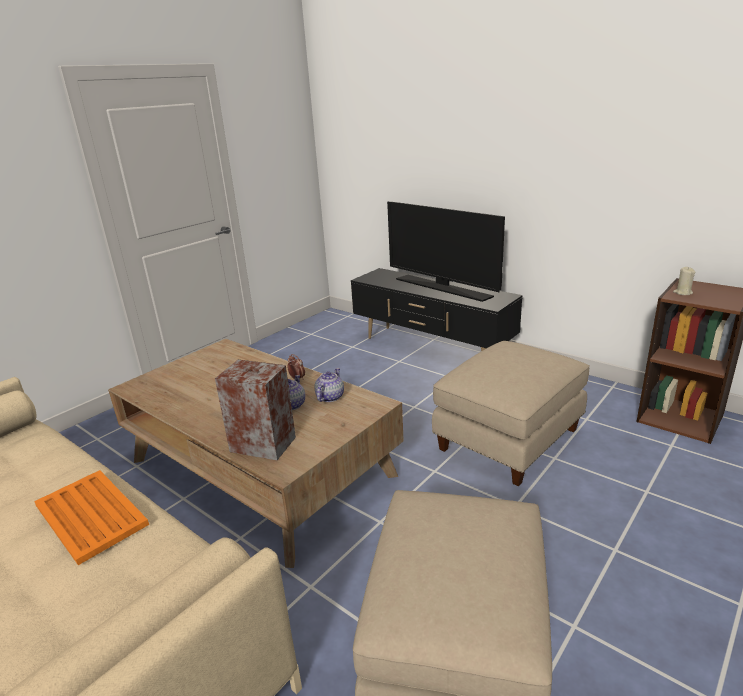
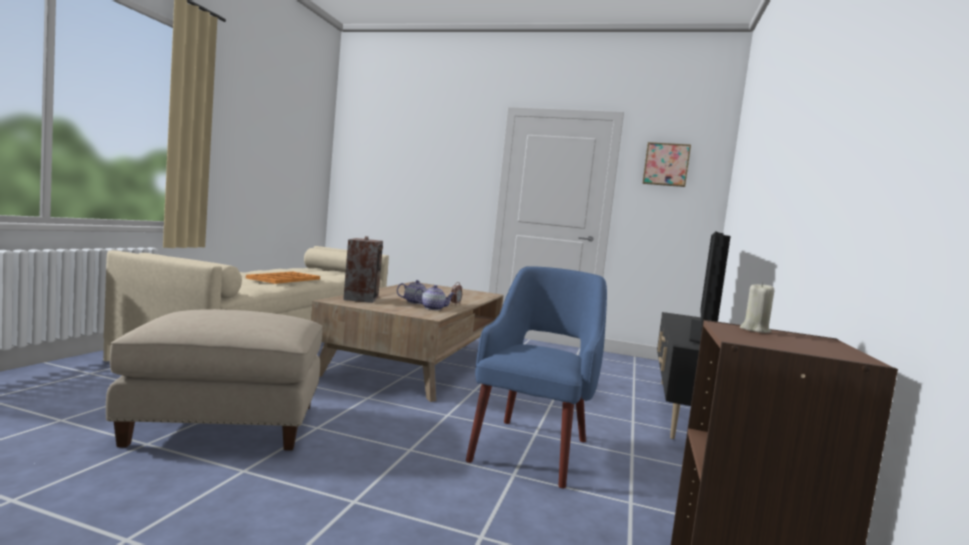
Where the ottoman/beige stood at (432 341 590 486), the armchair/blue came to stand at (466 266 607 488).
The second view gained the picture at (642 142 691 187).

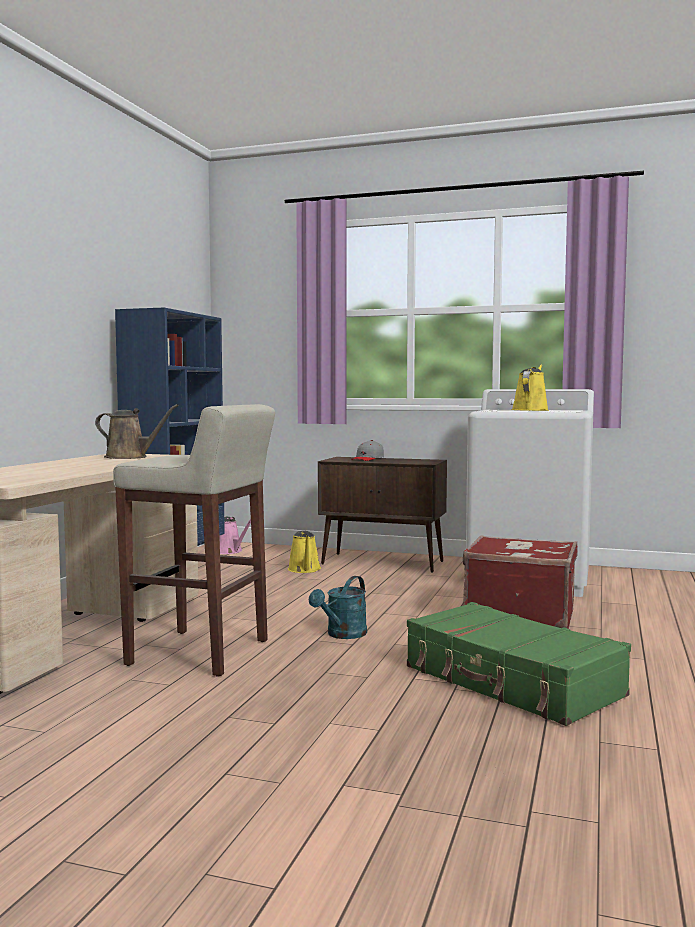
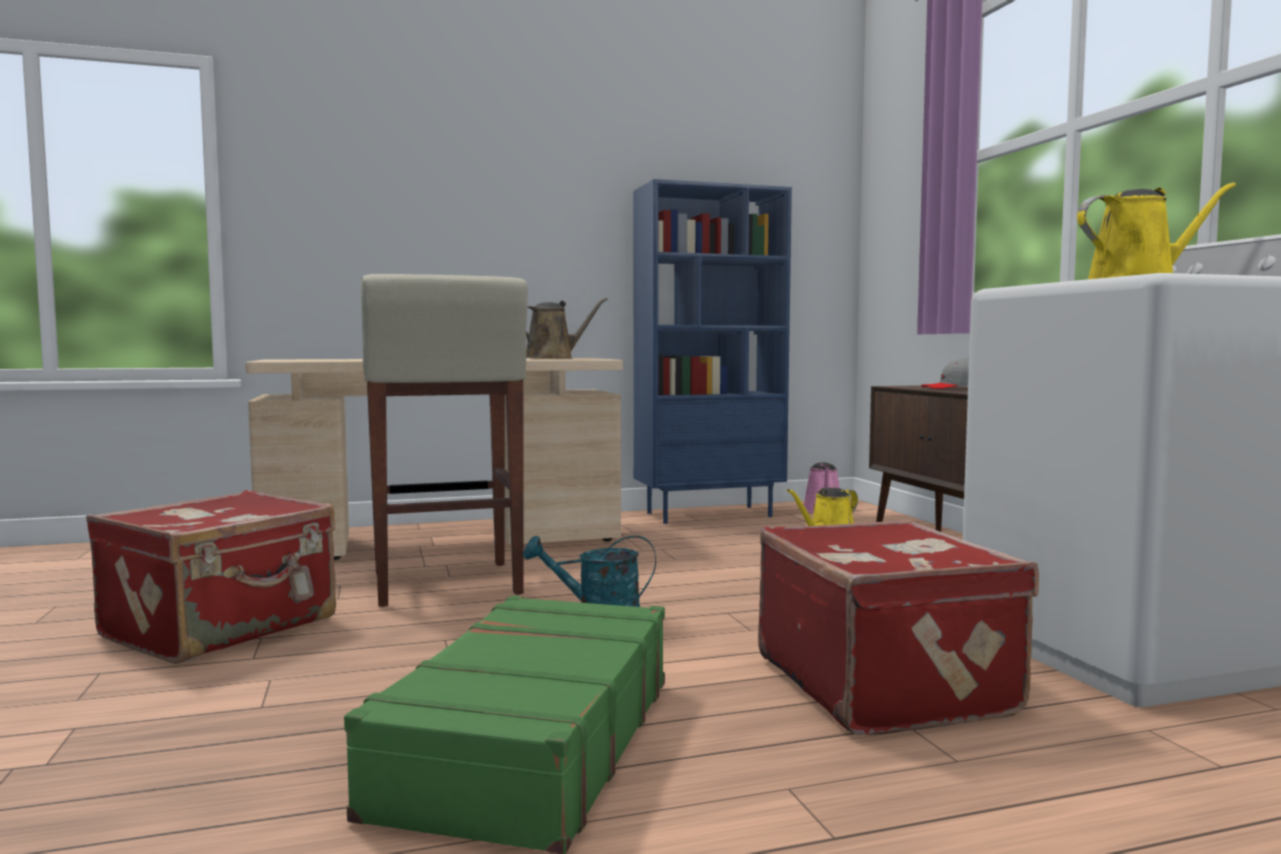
The watering can/brown at (95 404 179 459) ended up facing another way, 105 degrees counterclockwise from before.
The second view gained the suitcase/red at (86 490 336 664).

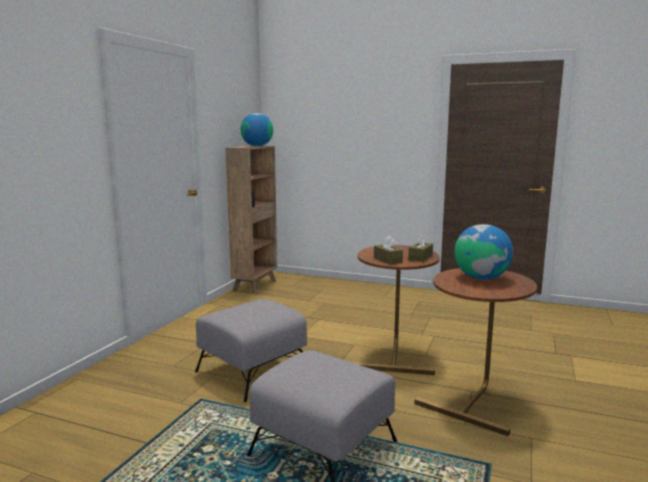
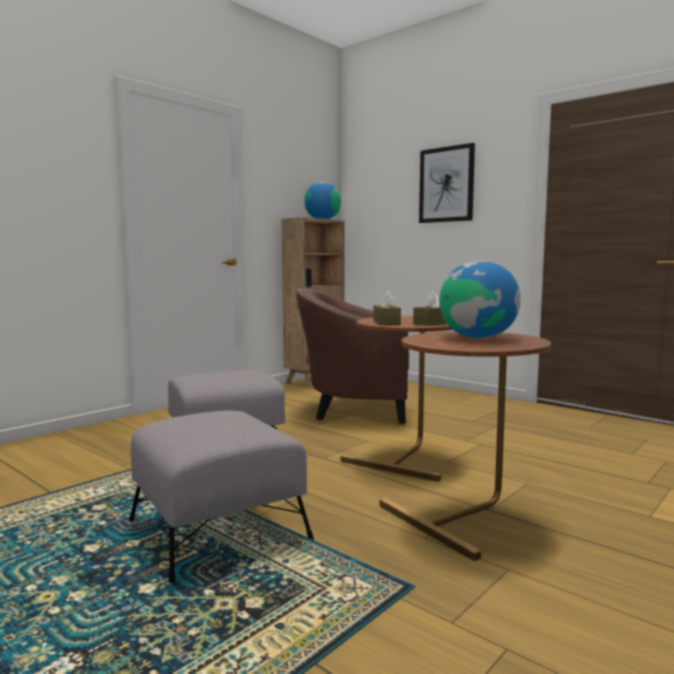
The second view gained the armchair/brown at (296 288 409 424).
The second view gained the picture at (419 143 475 223).

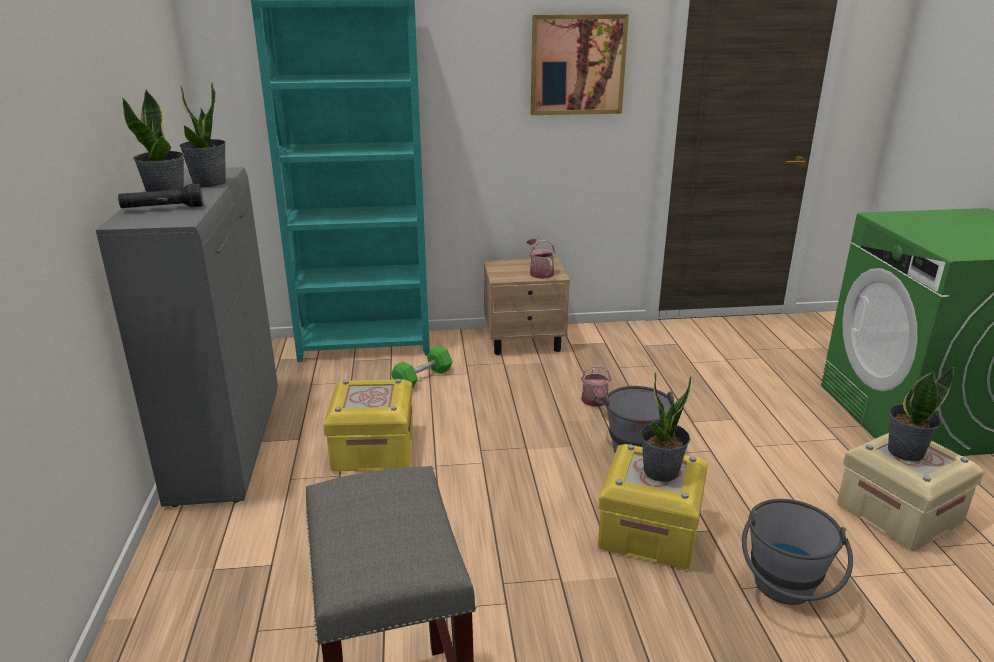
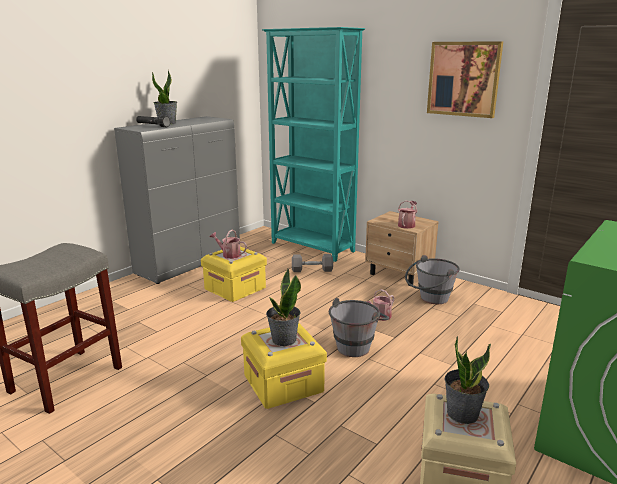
The second view lost the potted plant at (180 82 226 187).
What was the dumbbell/green at (391 346 453 388) turned into the dumbbell/grey at (292 254 333 272).
The bucket/grey ended up elsewhere, having gone from (742 499 853 605) to (405 255 460 304).
The second view gained the watering can at (210 230 247 259).

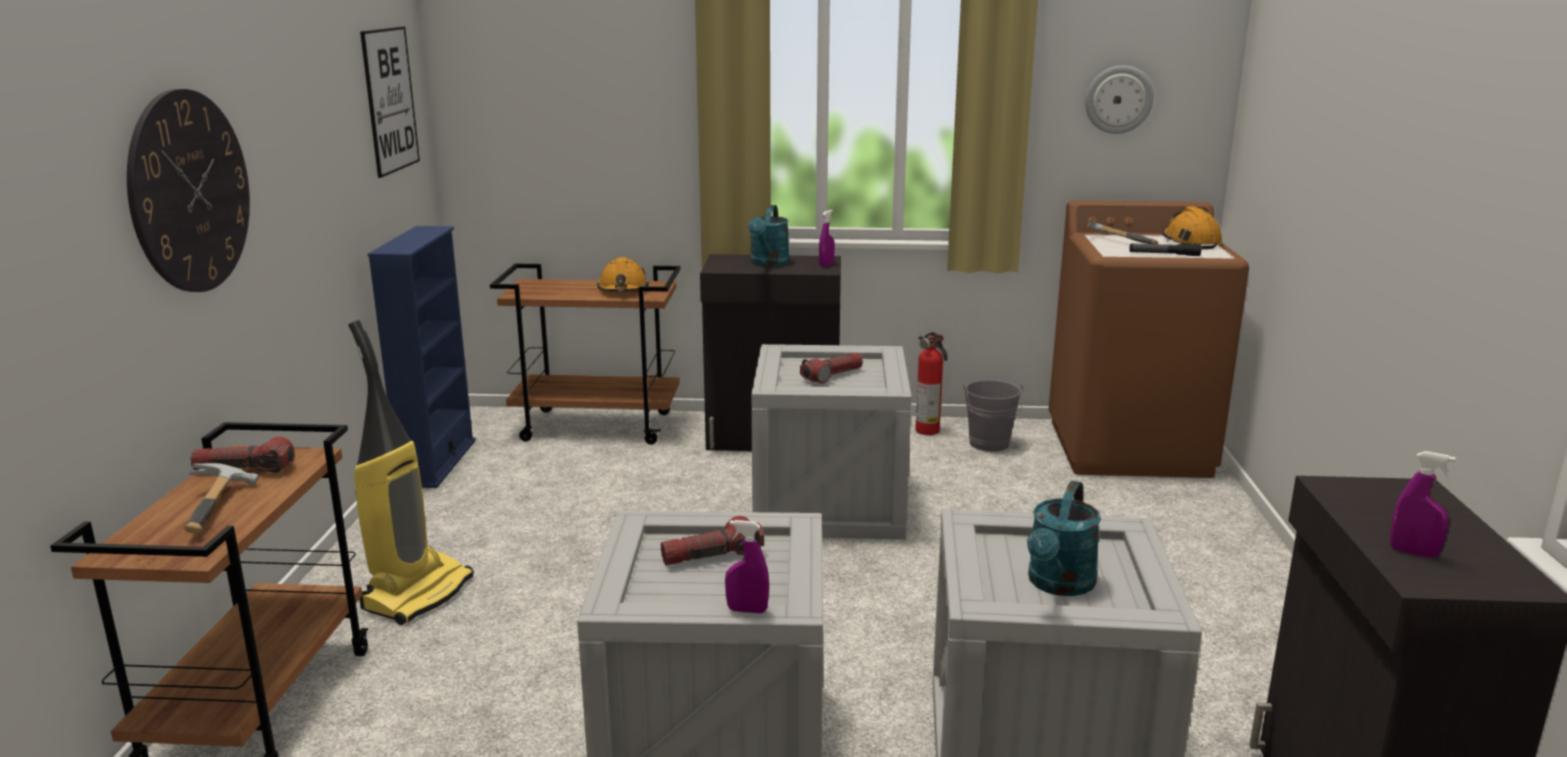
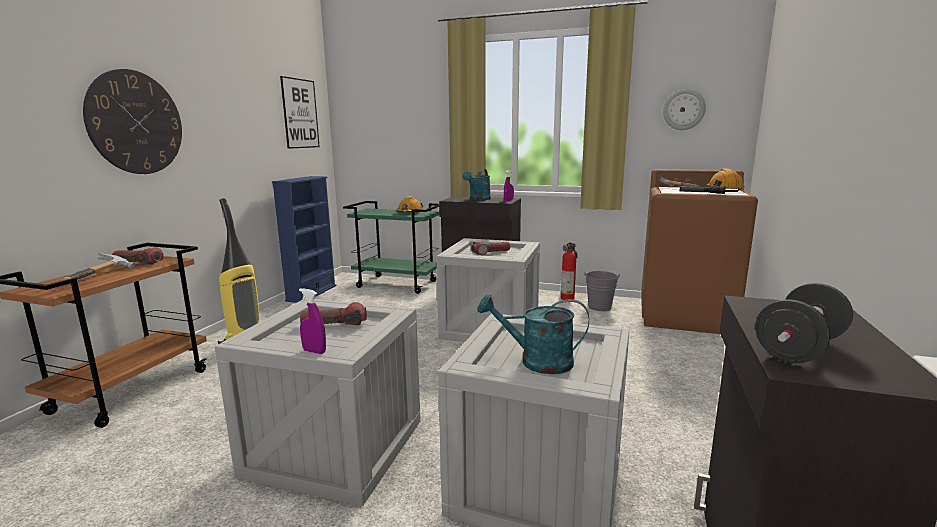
What was the cart/brown at (490 264 681 445) turned into the cart/green at (343 201 439 294).
The watering can/turquoise at (1027 481 1101 596) ended up facing another way, 60 degrees clockwise from before.
Where the spray bottle/purple stood at (1390 451 1456 558), the dumbbell/black came to stand at (755 283 853 363).

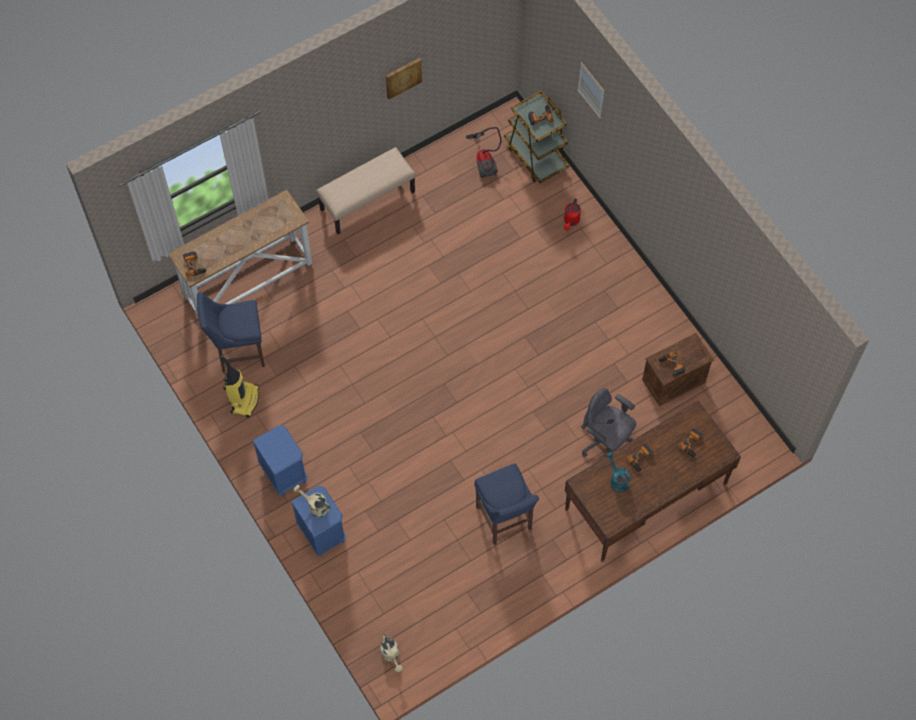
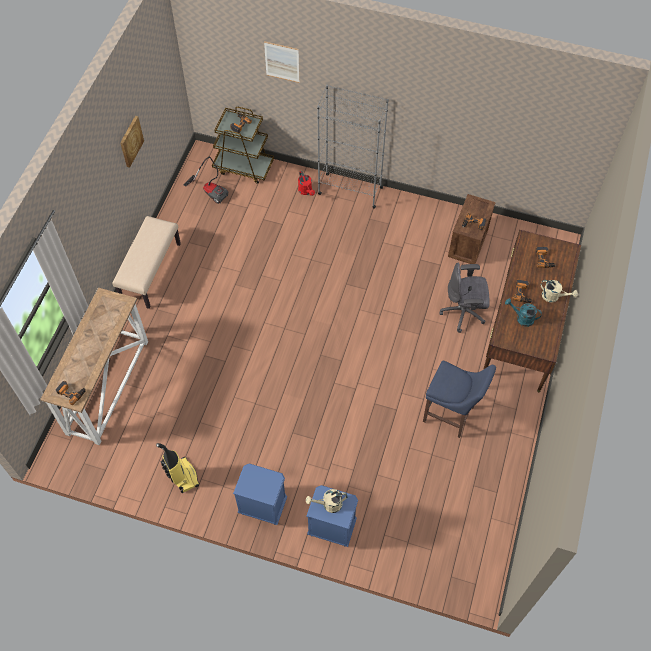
The second view lost the stool/blue at (197 292 265 373).
The watering can/beige ended up elsewhere, having gone from (381 634 403 672) to (541 280 578 303).
The second view gained the bookcase/grey at (317 85 389 209).

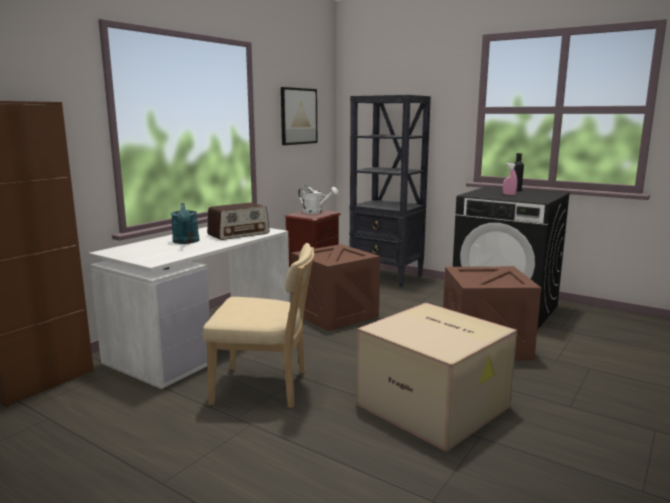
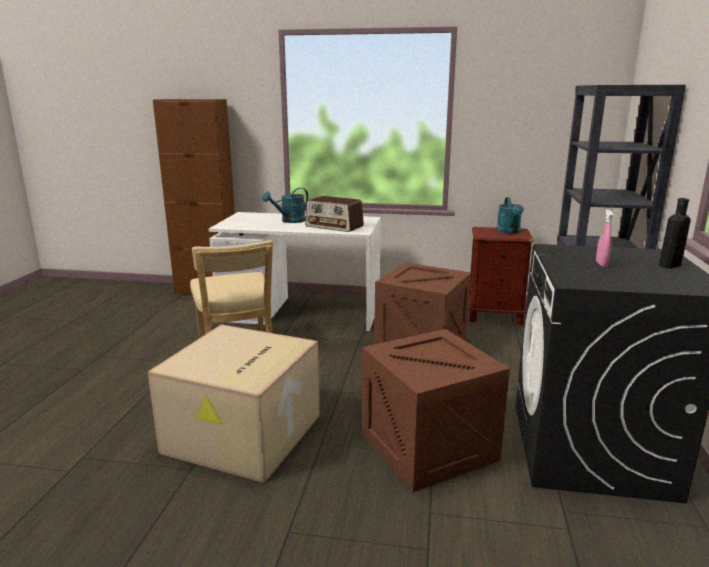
The second view lost the picture at (281 87 317 145).
What was the watering can/white at (298 185 338 214) turned into the watering can/turquoise at (497 197 524 234).

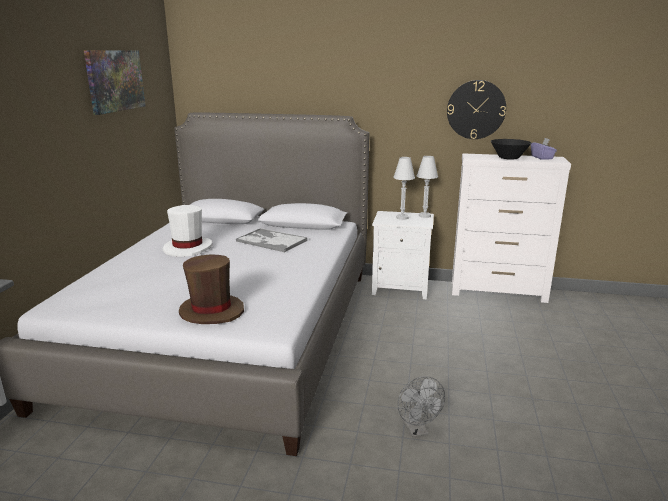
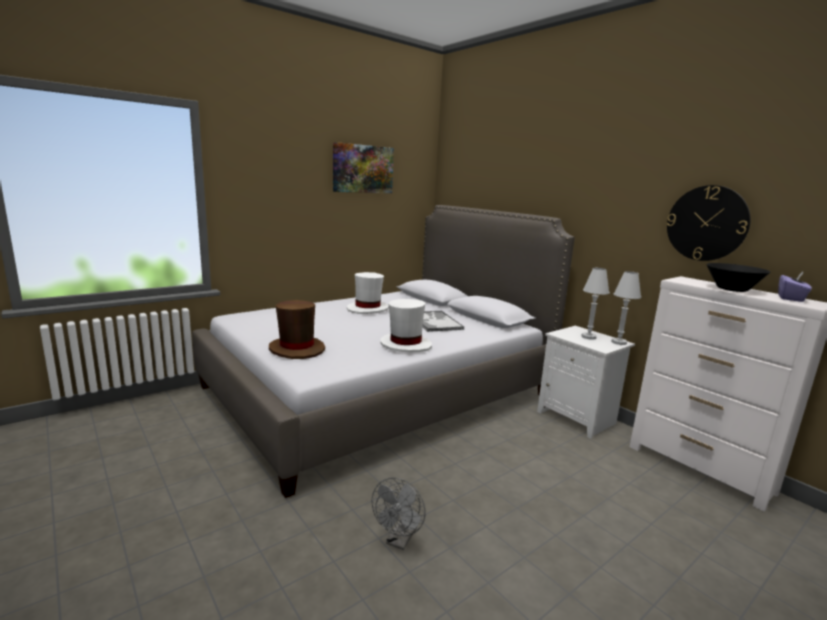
The second view gained the hat/white at (380 299 432 353).

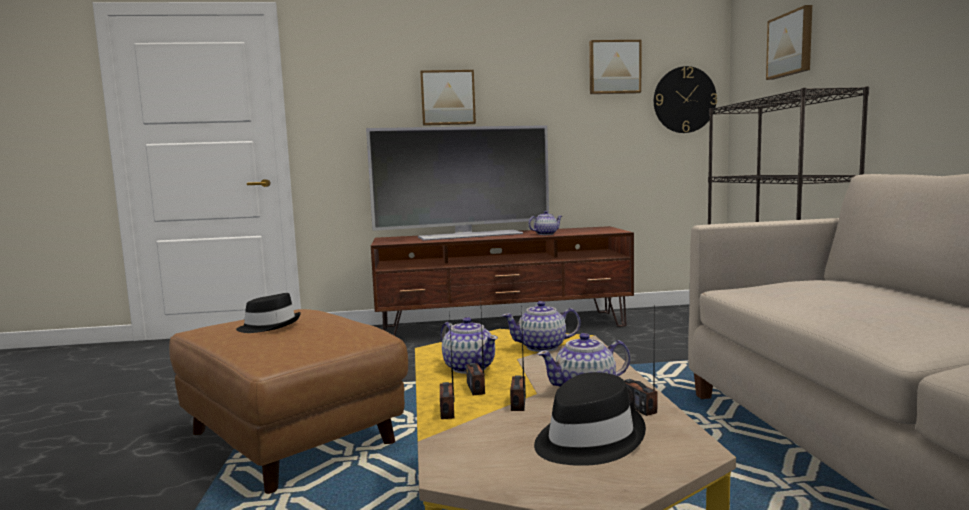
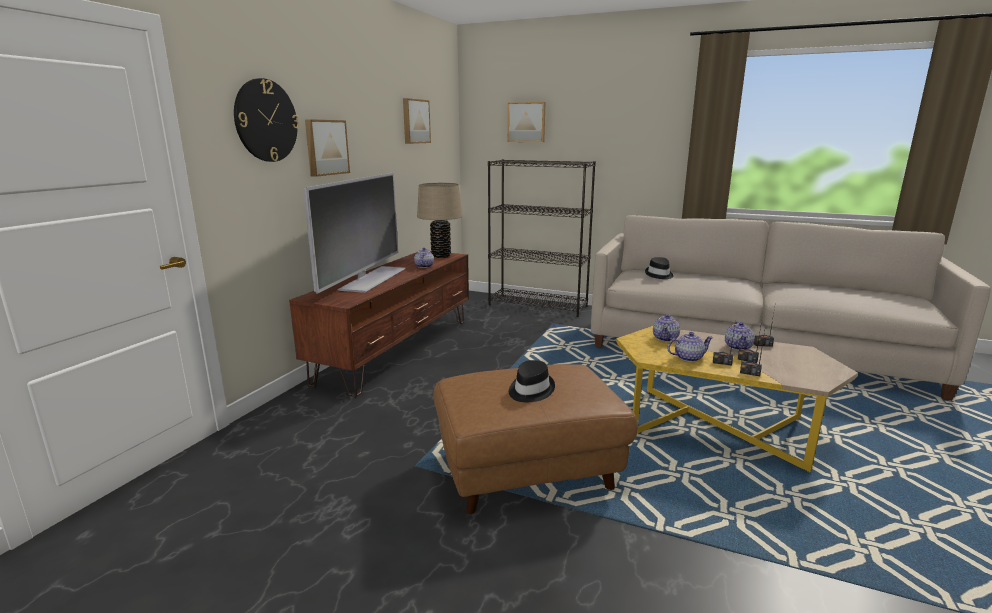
The hat/black ended up elsewhere, having gone from (534 372 646 466) to (645 257 674 279).
The wall clock ended up elsewhere, having gone from (654 66 717 133) to (234 78 299 162).
The second view gained the table lamp/beige at (417 183 463 258).

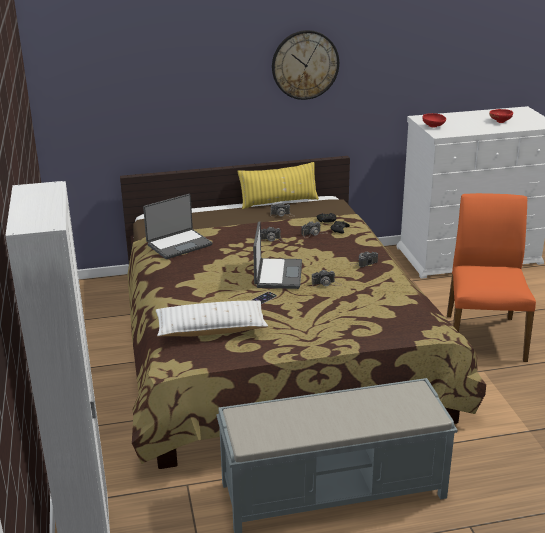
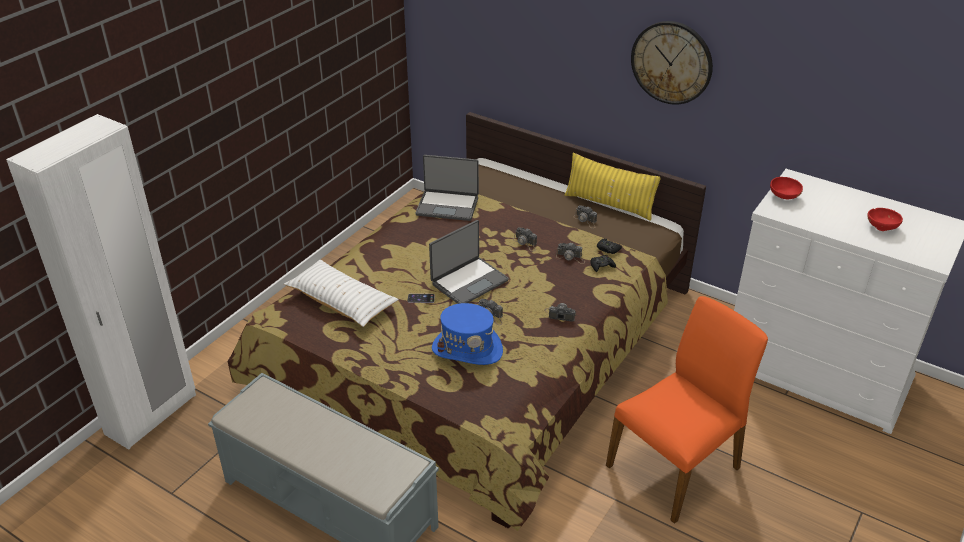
The second view gained the hat/blue at (432 303 503 365).

